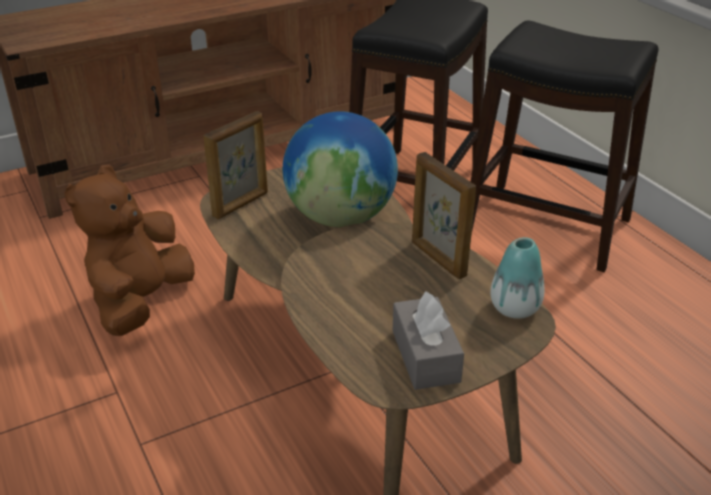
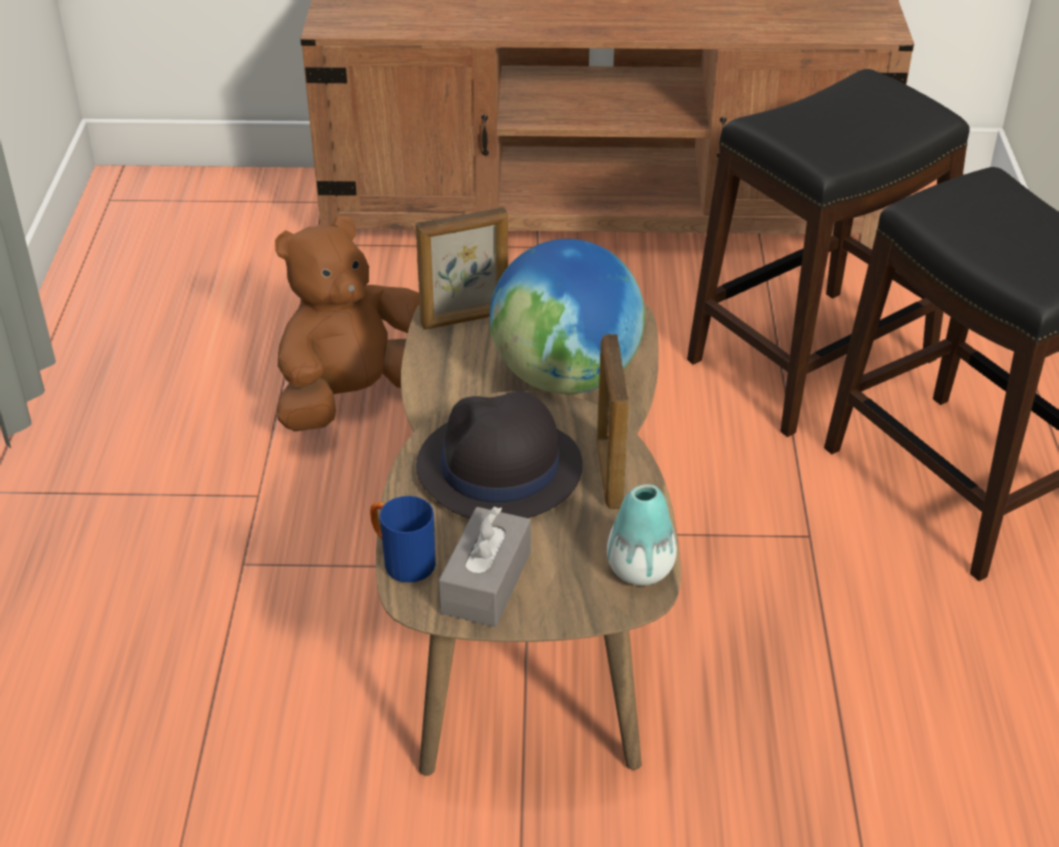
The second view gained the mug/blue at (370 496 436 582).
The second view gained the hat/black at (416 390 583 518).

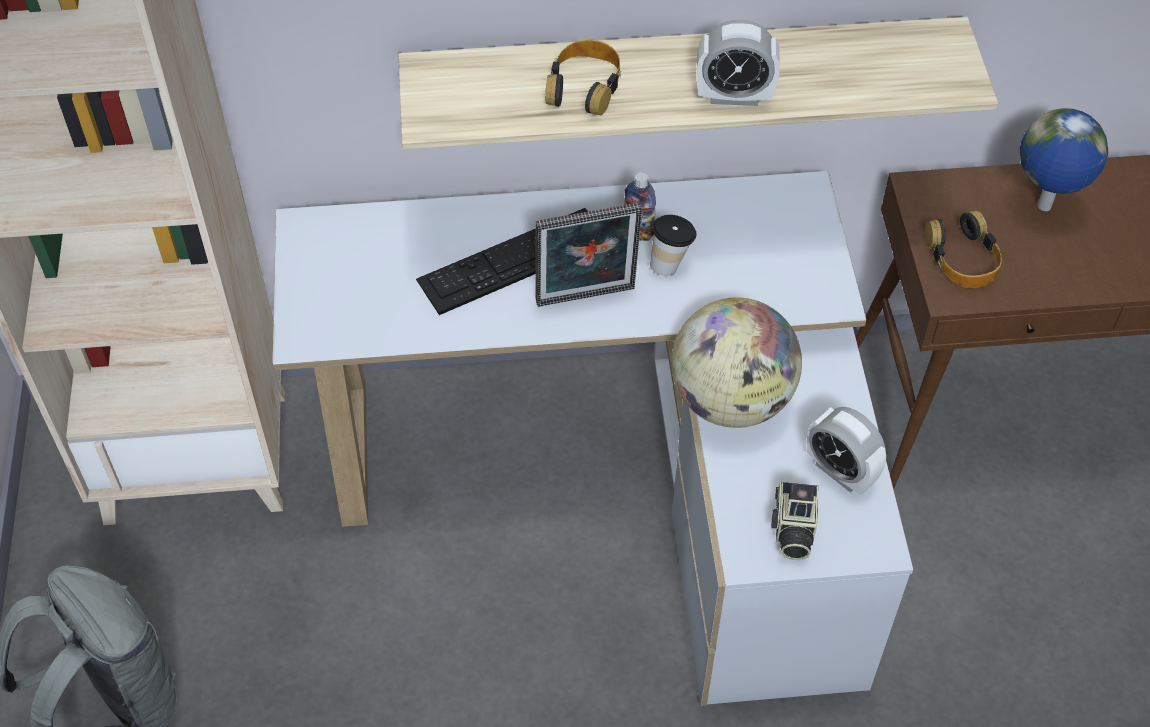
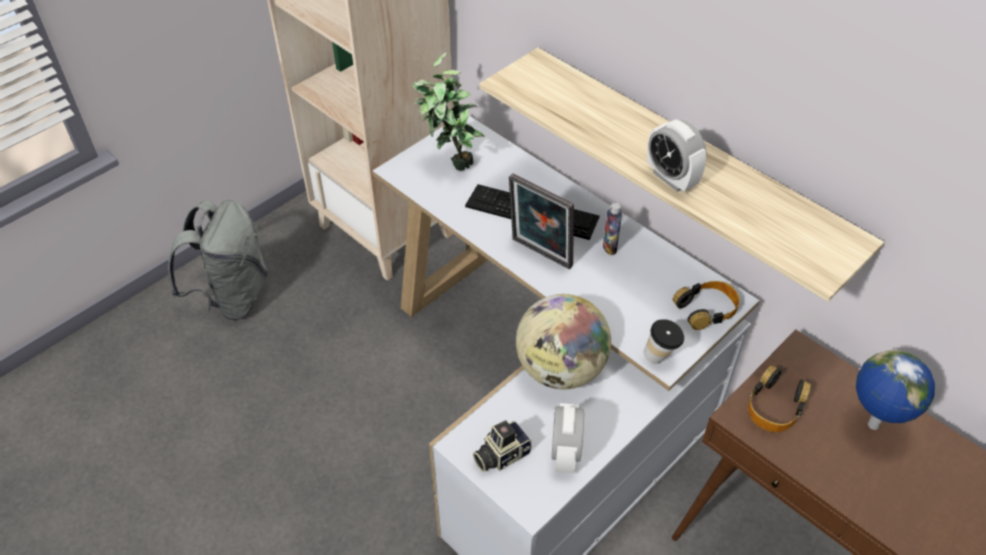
The headphones ended up elsewhere, having gone from (545 40 621 115) to (672 281 740 330).
The cup ended up elsewhere, having gone from (650 215 696 276) to (644 319 684 364).
The second view gained the potted plant at (412 52 485 171).

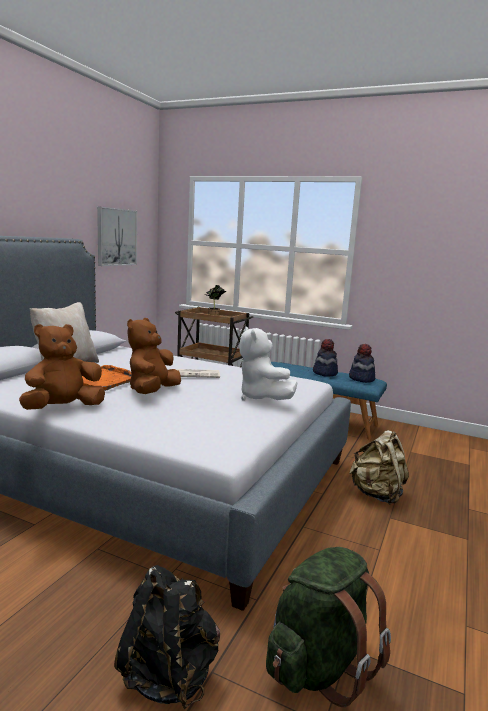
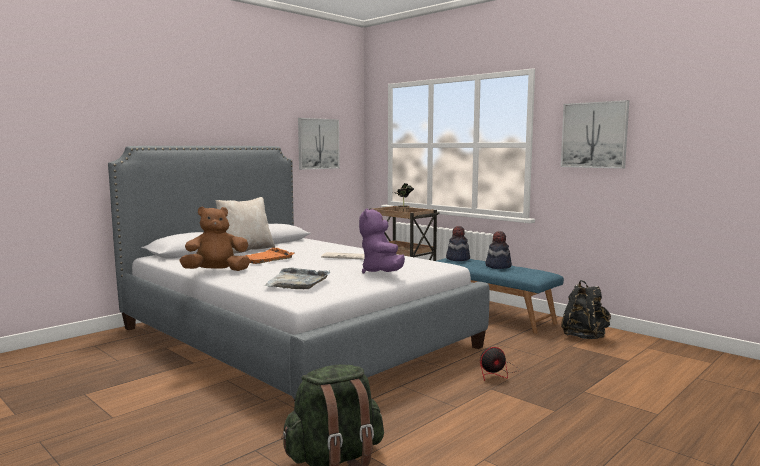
The backpack/black ended up elsewhere, having gone from (114 565 220 709) to (561 280 611 339).
The second view lost the plush toy/brown at (127 318 181 394).
What was the plush toy/white at (240 326 297 401) turned into the plush toy/purple at (359 209 405 273).
The hat ended up elsewhere, having gone from (349 344 375 383) to (446 226 470 261).
Where the backpack/beige stood at (349 430 409 505), the fan came to stand at (480 347 519 381).
The second view gained the tray/grey at (264 268 331 289).
The second view gained the picture at (561 100 629 169).

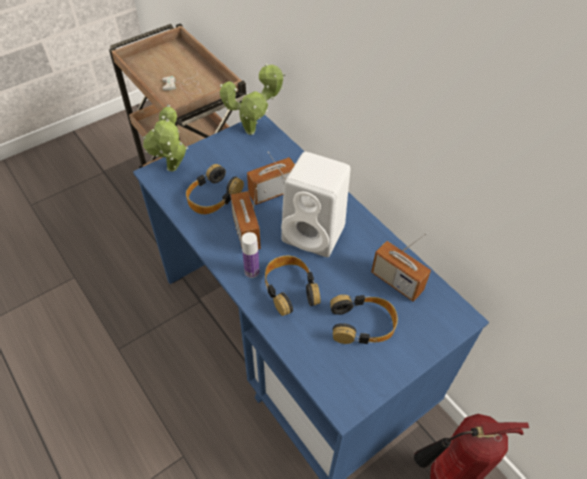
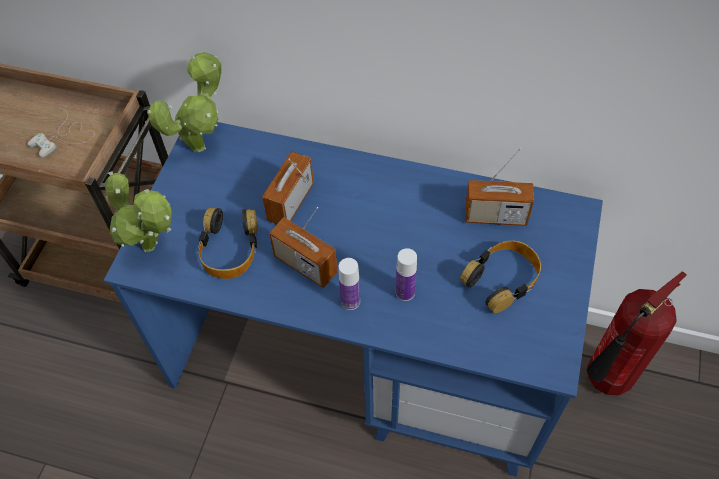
Where the headphones stood at (265 255 321 316), the bottle came to stand at (396 248 417 301).
The second view lost the speaker/white at (281 152 350 257).

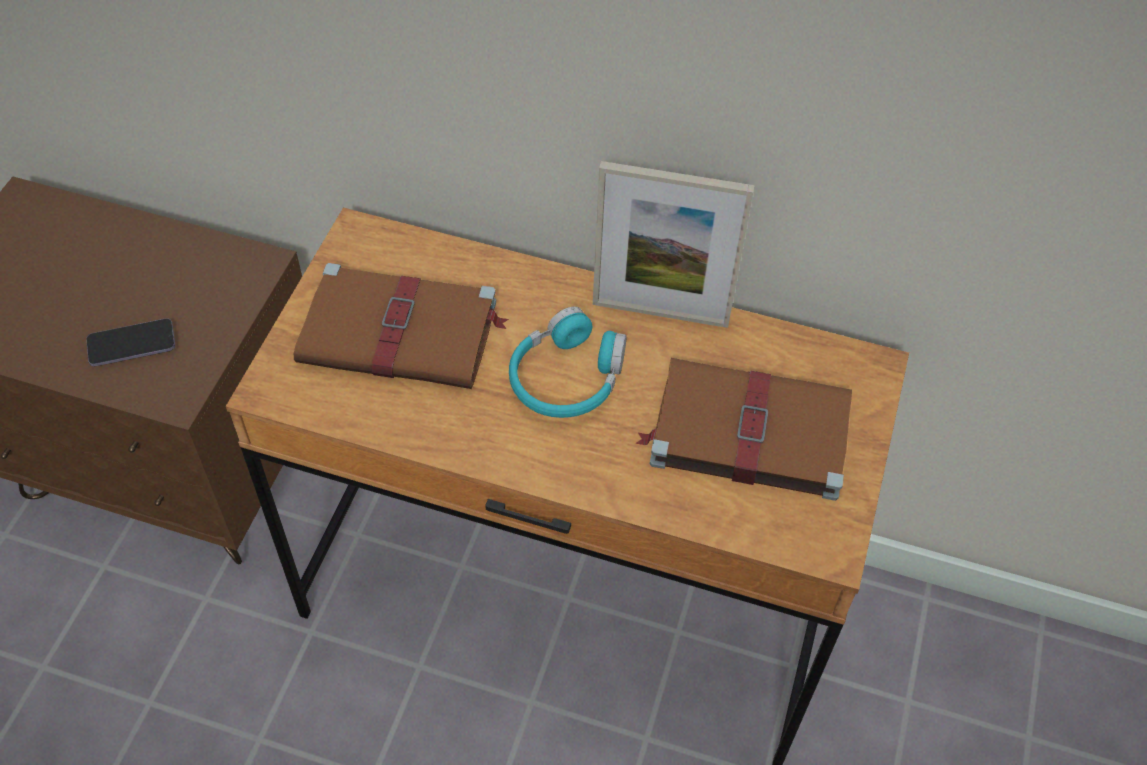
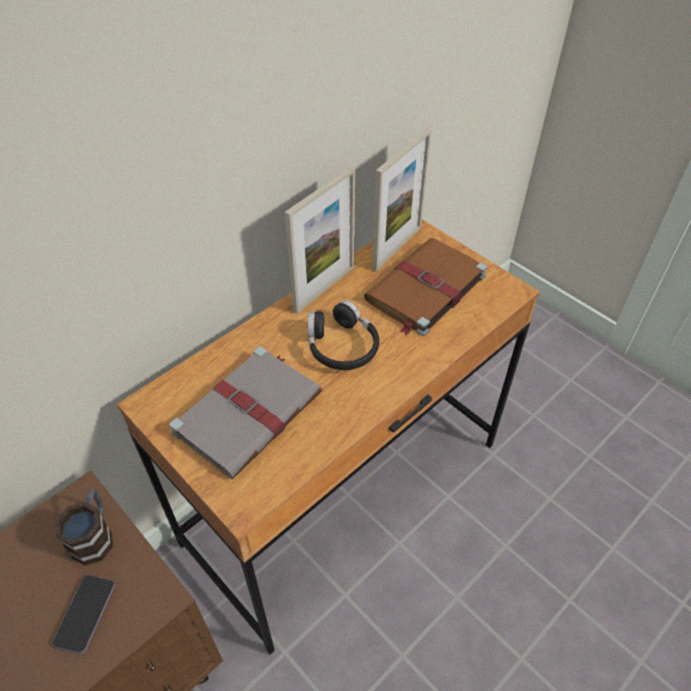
What was the book/brown at (294 263 509 389) turned into the book/grey at (169 347 322 479).
What was the headphones/turquoise at (509 307 627 418) turned into the headphones/black at (308 300 379 370).
The second view gained the mug at (55 489 113 565).
The second view gained the picture frame at (372 128 431 271).

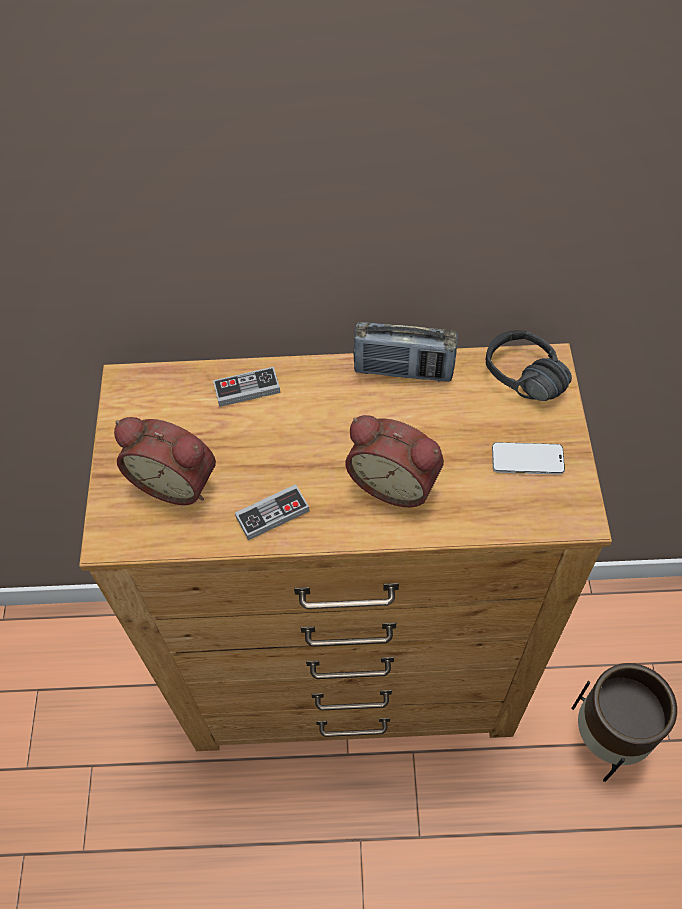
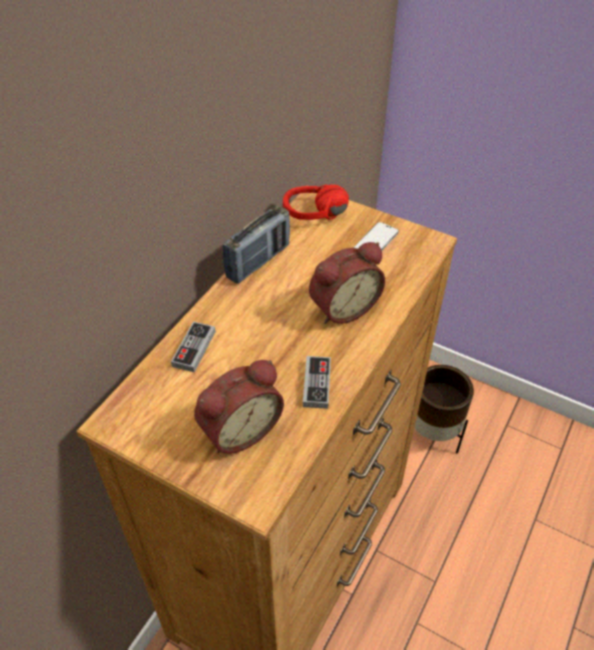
What was the headphones/black at (485 330 572 401) turned into the headphones/red at (283 185 349 220).

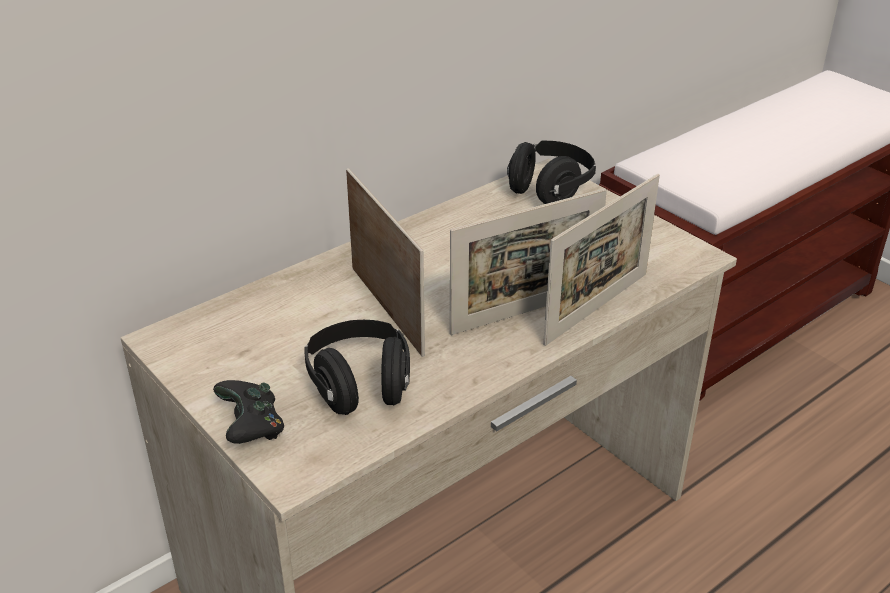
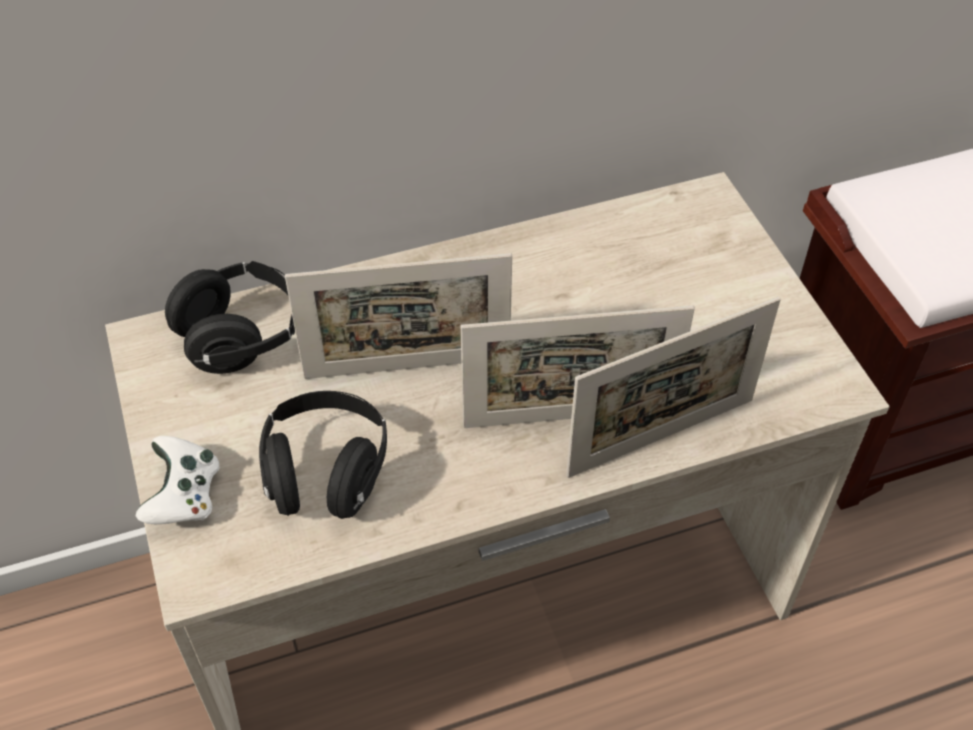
What was the game controller/black at (213 380 284 444) turned into the game controller/white at (135 436 219 525).
The picture frame at (346 168 425 357) ended up facing another way, 90 degrees clockwise from before.
The headphones/black ended up elsewhere, having gone from (507 141 596 204) to (165 261 295 374).

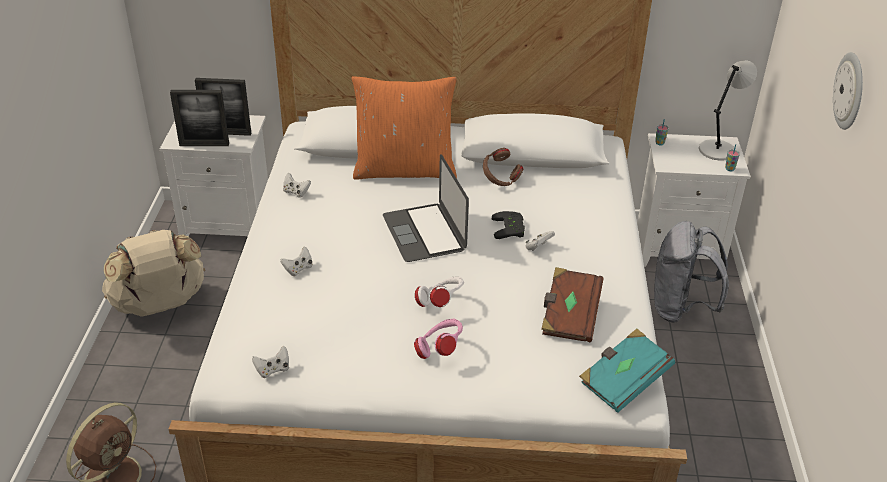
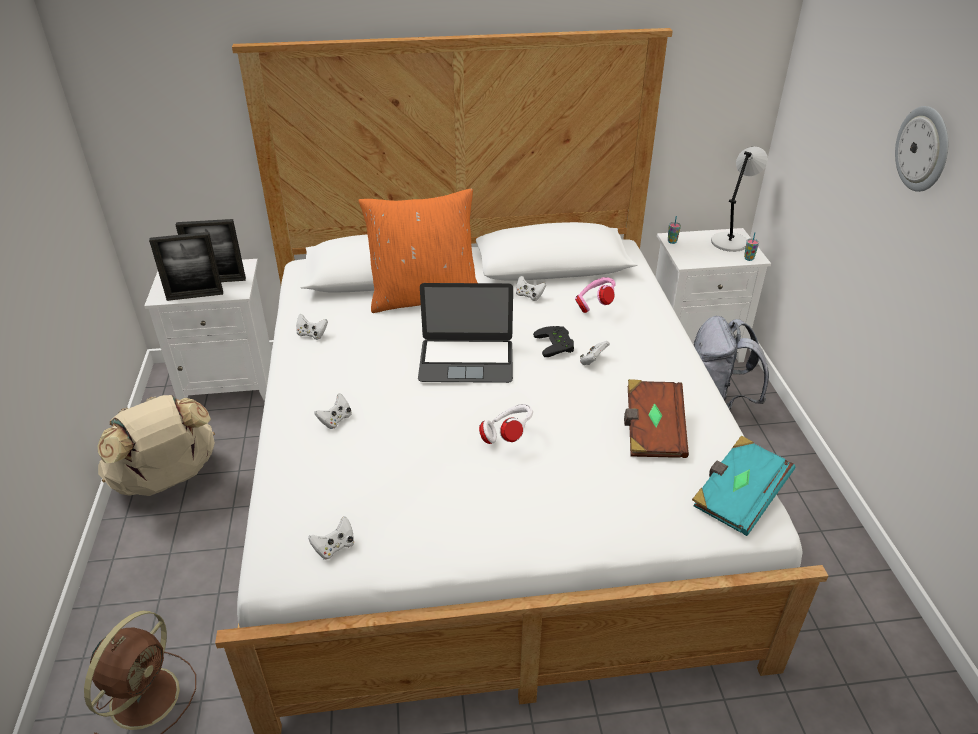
The laptop at (383 154 469 262) ended up facing another way, 60 degrees counterclockwise from before.
The headphones/pink ended up elsewhere, having gone from (414 318 463 359) to (575 277 616 313).
Where the headphones/brown stood at (483 148 523 186), the game controller/white came to stand at (516 275 546 301).

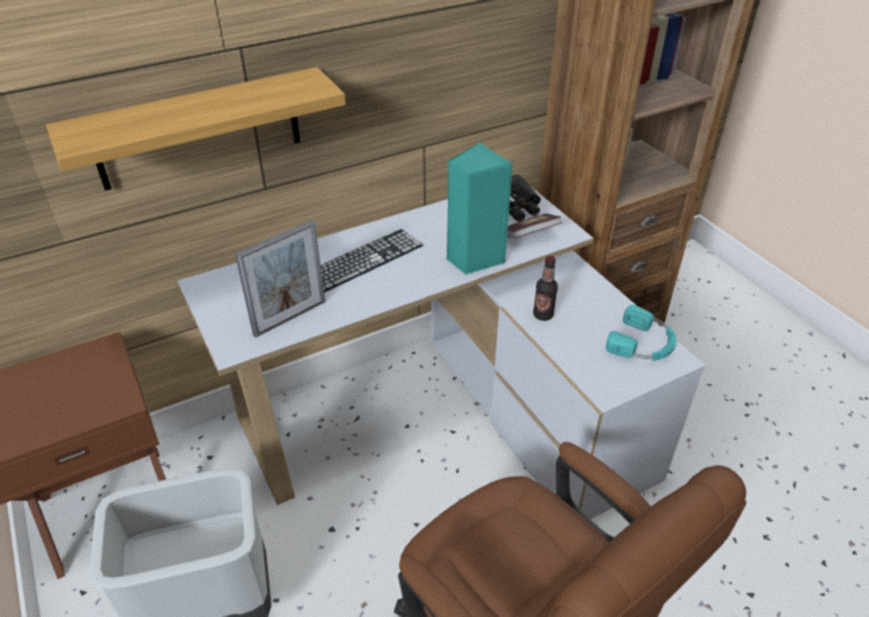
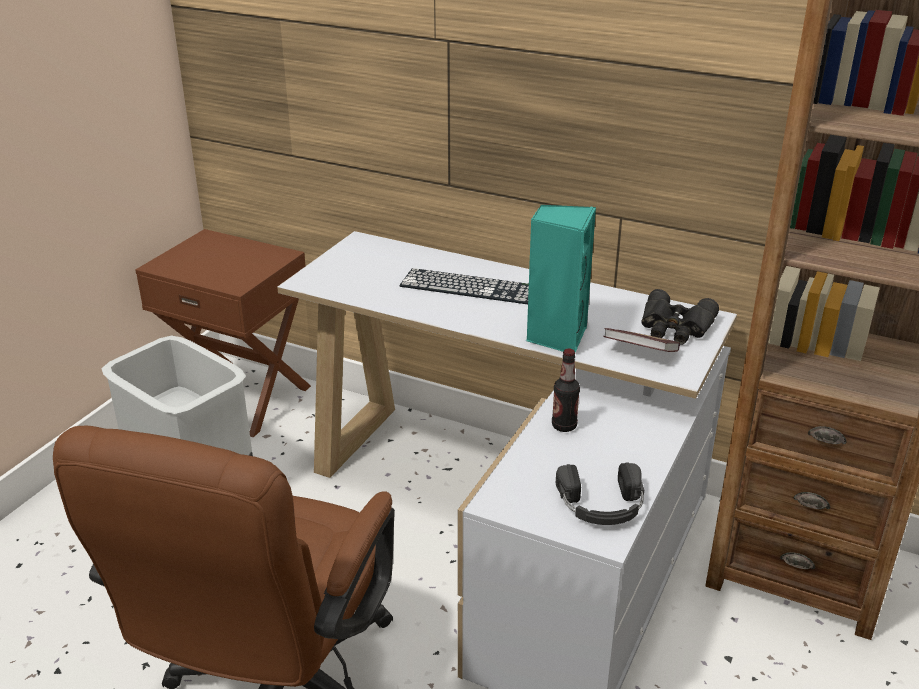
The second view lost the shelf at (46 67 346 191).
The second view lost the picture frame at (235 220 325 338).
What was the headphones/turquoise at (606 305 676 361) turned into the headphones/black at (556 462 644 525).

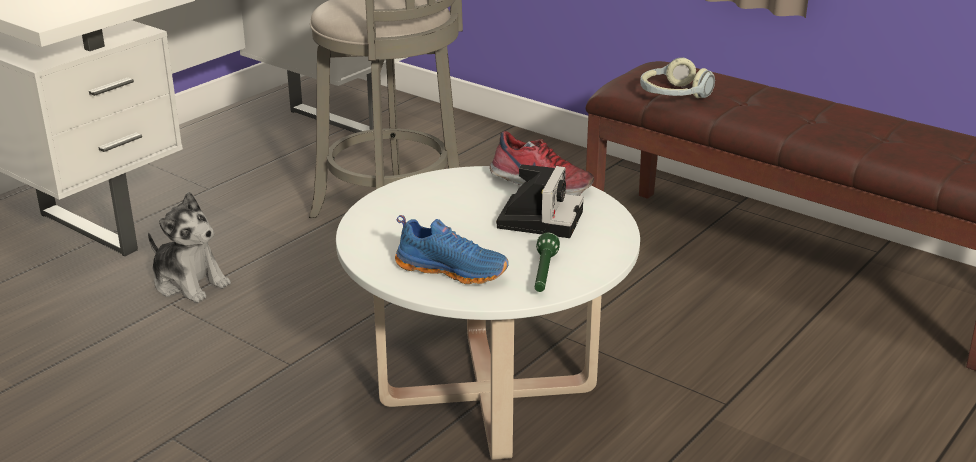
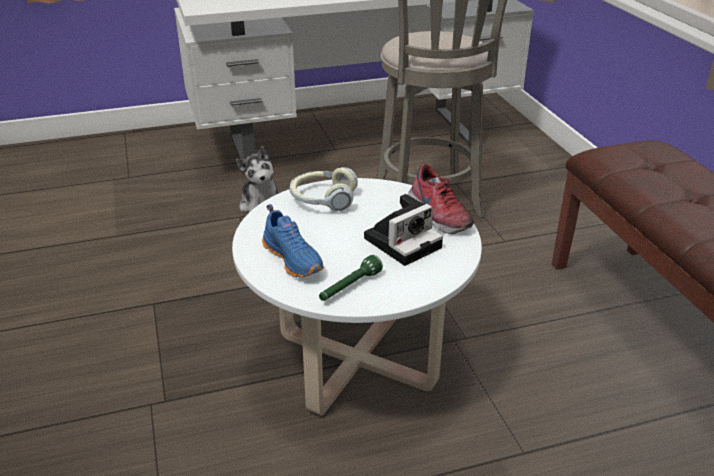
The headphones ended up elsewhere, having gone from (640 57 715 98) to (290 167 358 211).

